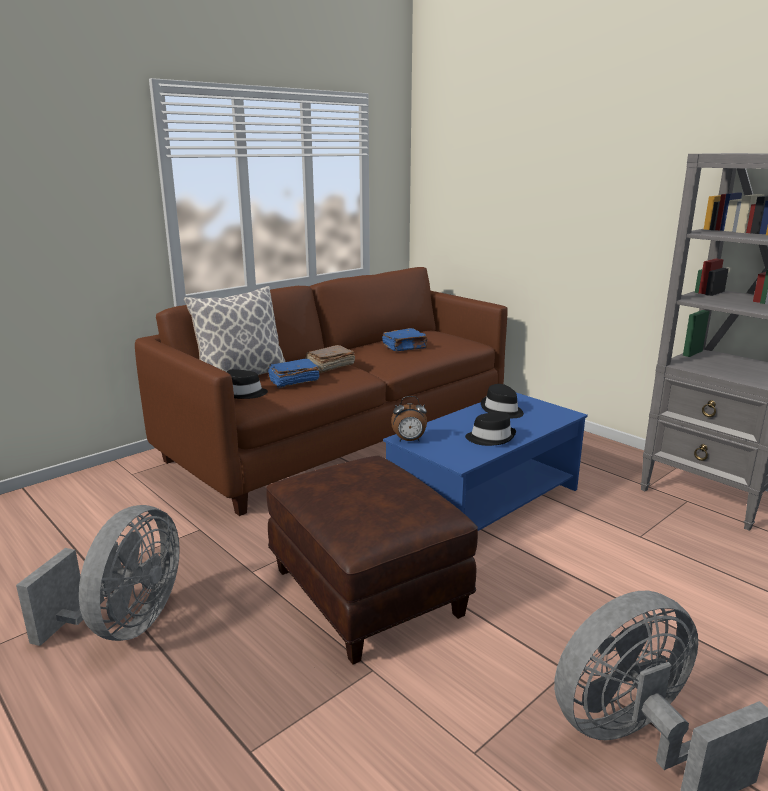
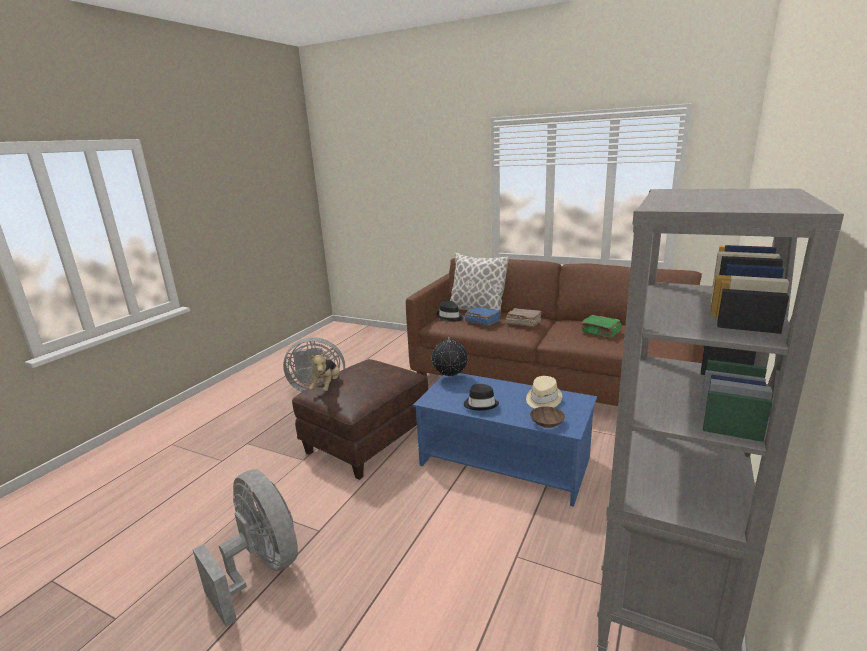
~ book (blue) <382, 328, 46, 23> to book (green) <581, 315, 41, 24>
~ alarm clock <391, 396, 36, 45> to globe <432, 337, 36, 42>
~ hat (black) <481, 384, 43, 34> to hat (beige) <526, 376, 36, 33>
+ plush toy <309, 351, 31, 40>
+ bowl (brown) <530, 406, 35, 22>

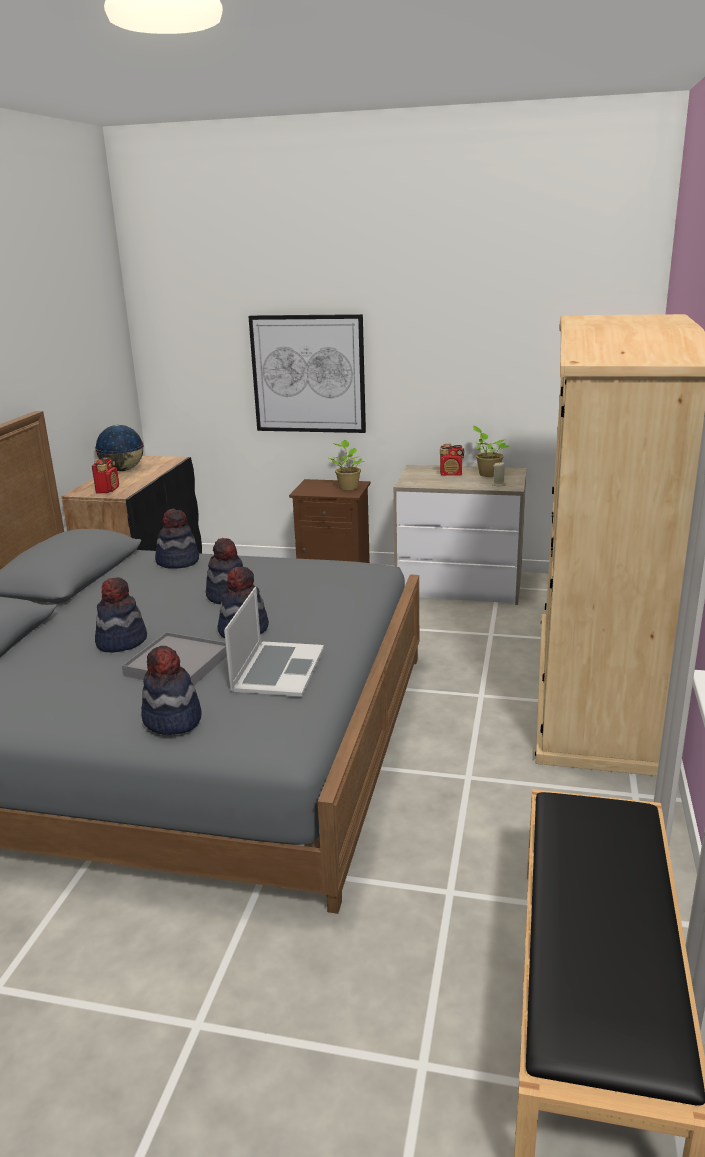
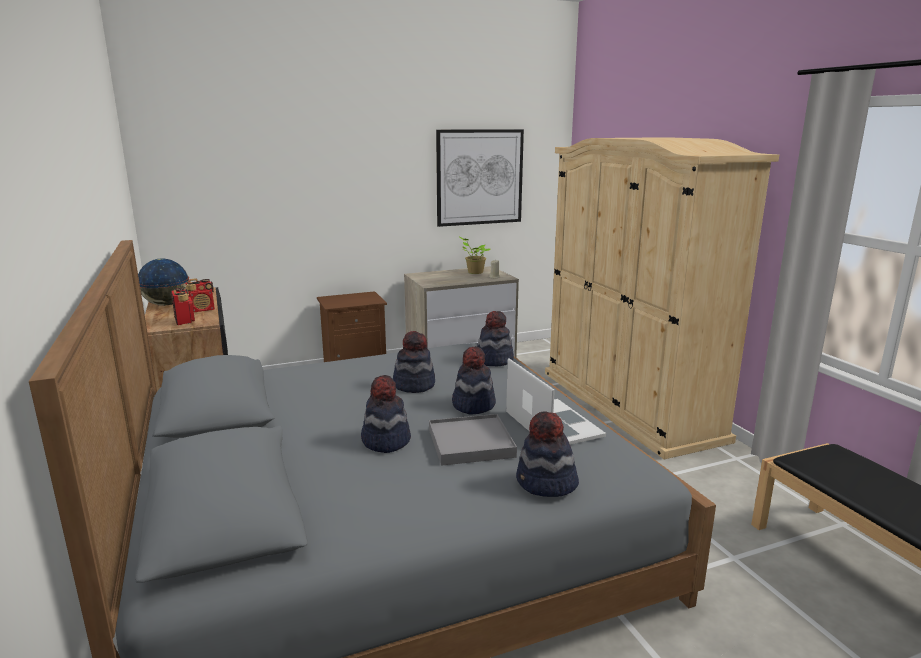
~ hat <155, 509, 44, 60> to <477, 311, 37, 56>
~ picture <248, 314, 118, 119> to <436, 129, 88, 98>
- potted plant <329, 440, 36, 50>
~ radio <440, 443, 24, 33> to <185, 278, 30, 34>

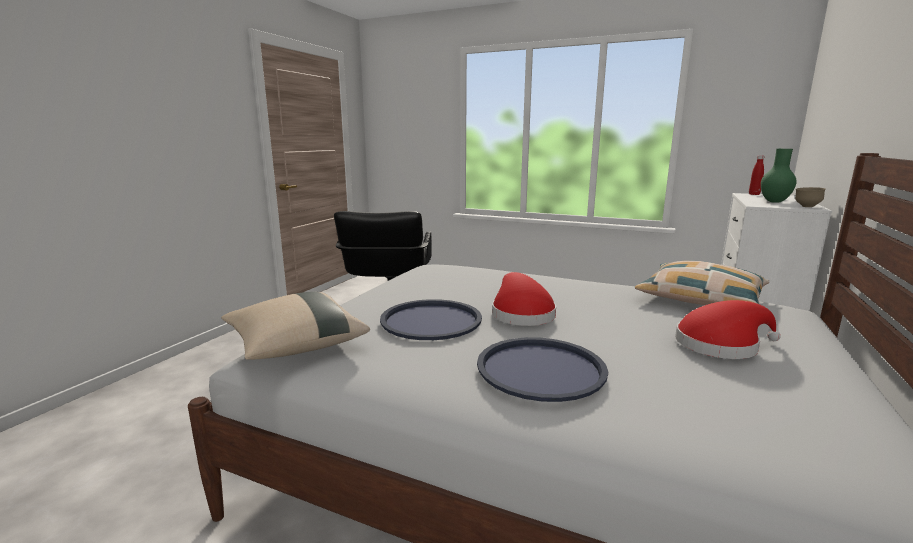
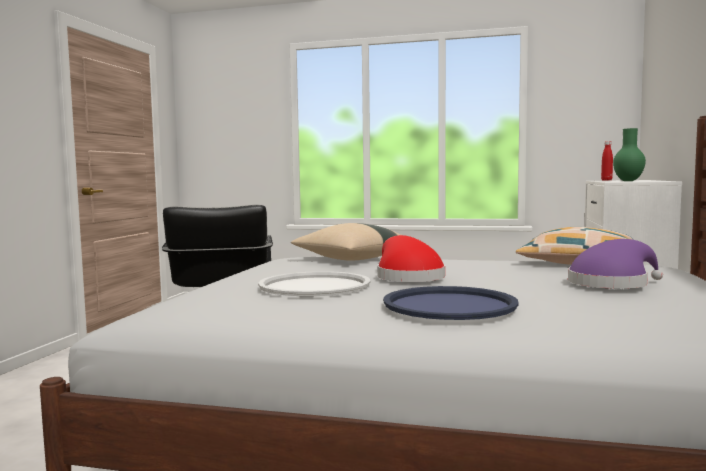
~ pillow (beige) <221, 292, 149, 68> to <291, 223, 110, 38>
~ tray (blue) <380, 299, 102, 41> to tray (white) <258, 271, 112, 25>
~ hat (red) <675, 300, 106, 59> to hat (purple) <568, 239, 95, 50>
- bowl (brown) <795, 187, 31, 20>

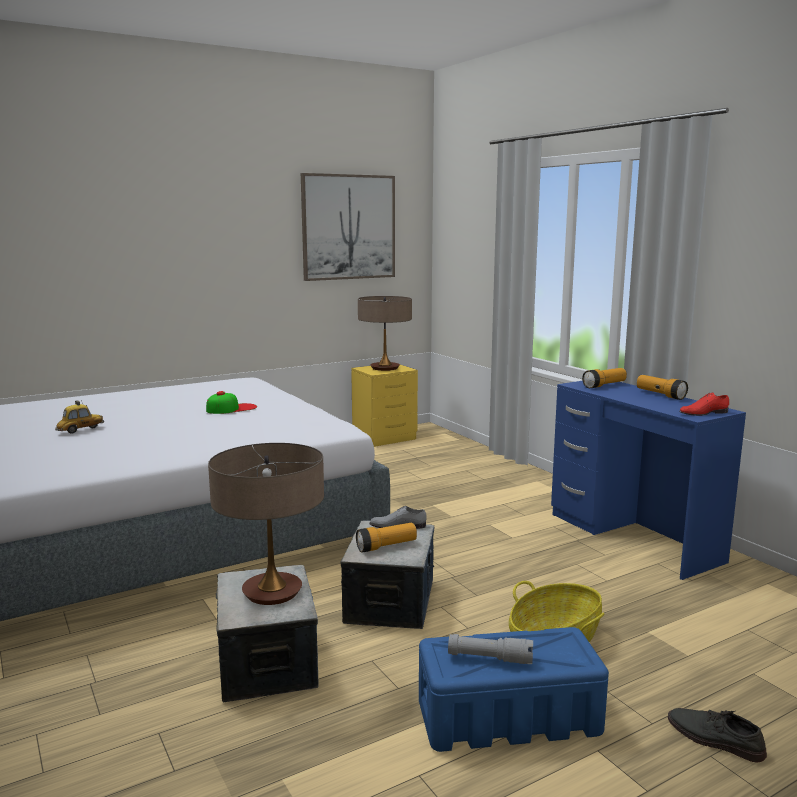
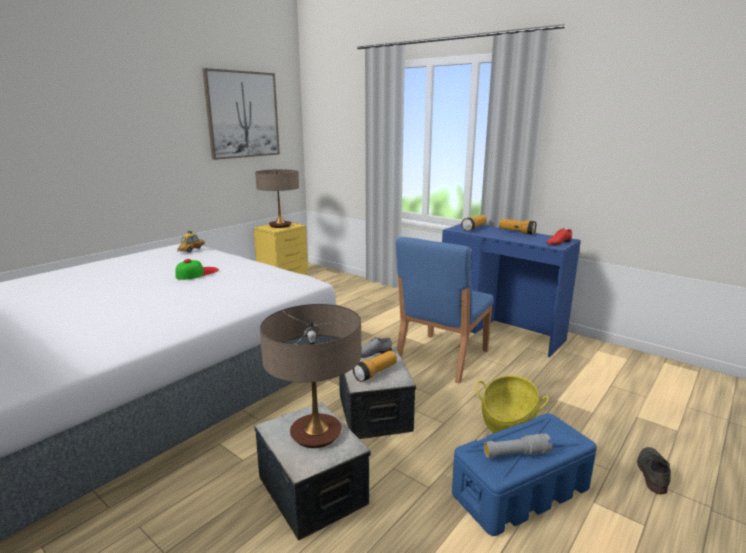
~ toy car <55, 400, 49, 34> to <177, 231, 28, 22>
~ shoe (grey) <668, 708, 99, 55> = <637, 447, 34, 48> 90 degrees clockwise
+ chair (blue) <396, 237, 97, 146>

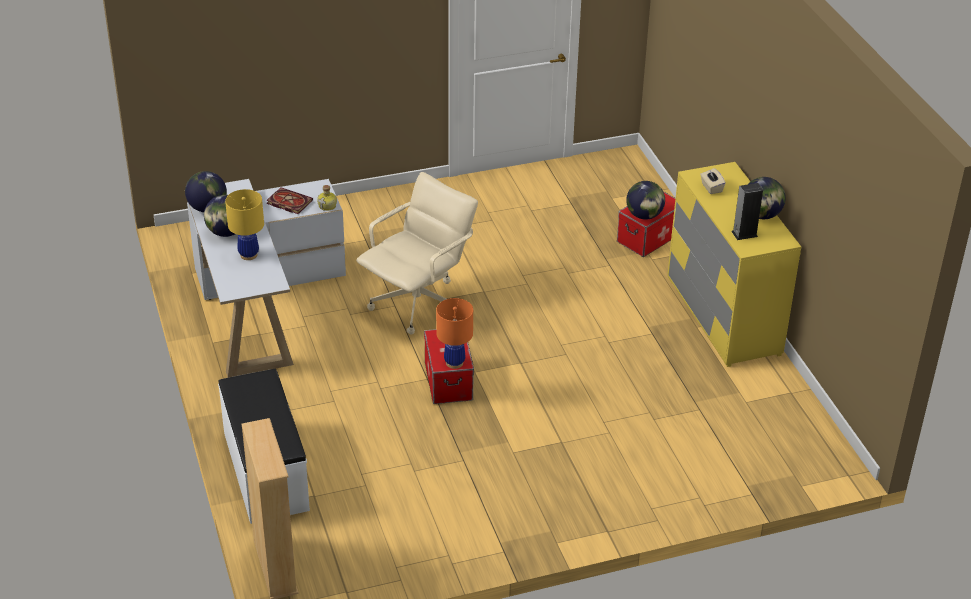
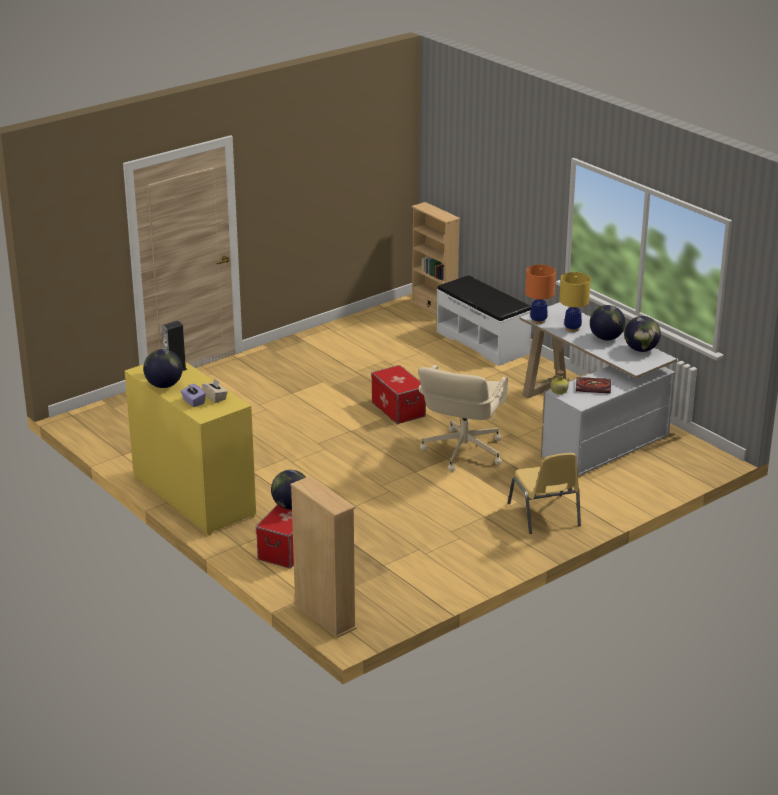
~ table lamp (orange) <436, 298, 37, 71> to <525, 265, 31, 59>
+ tissue box (purple) <181, 384, 25, 23>
+ bookcase (beige) <290, 476, 67, 162>
+ chair (yellow) <508, 453, 73, 81>

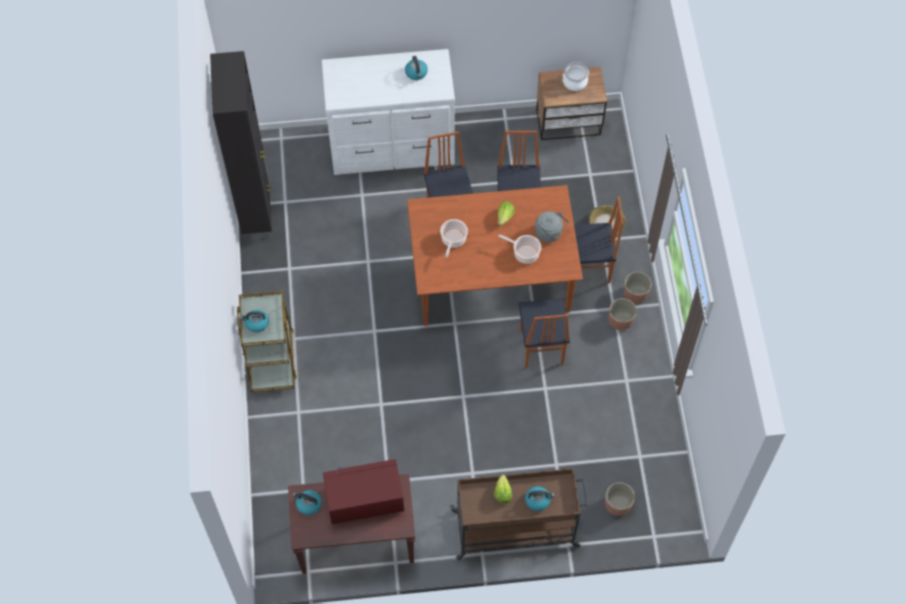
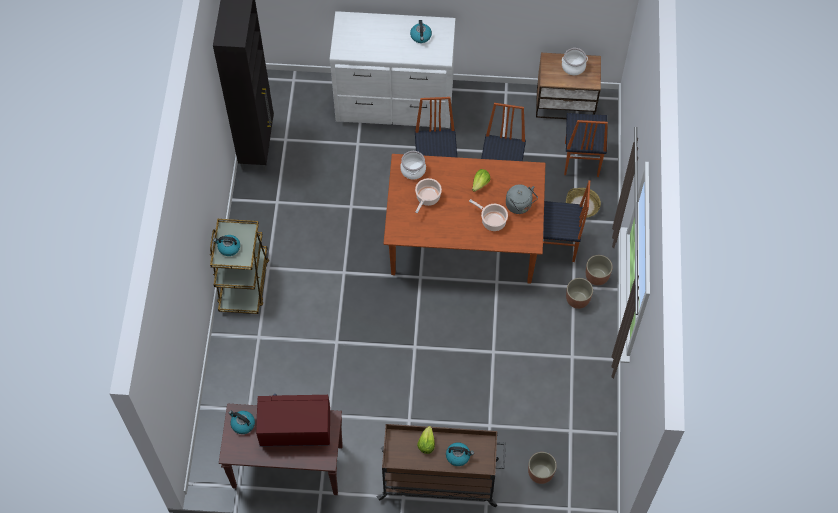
~ chair <519, 298, 51, 70> to <564, 113, 44, 64>
+ cooking pot <400, 151, 26, 29>

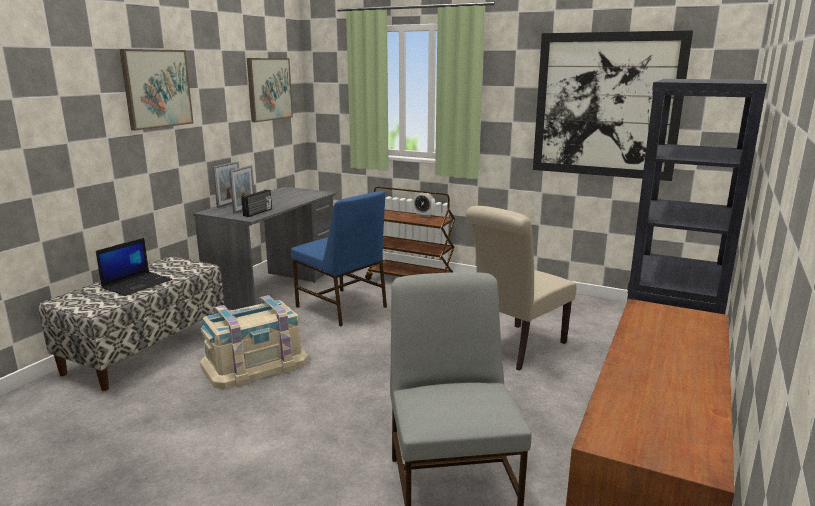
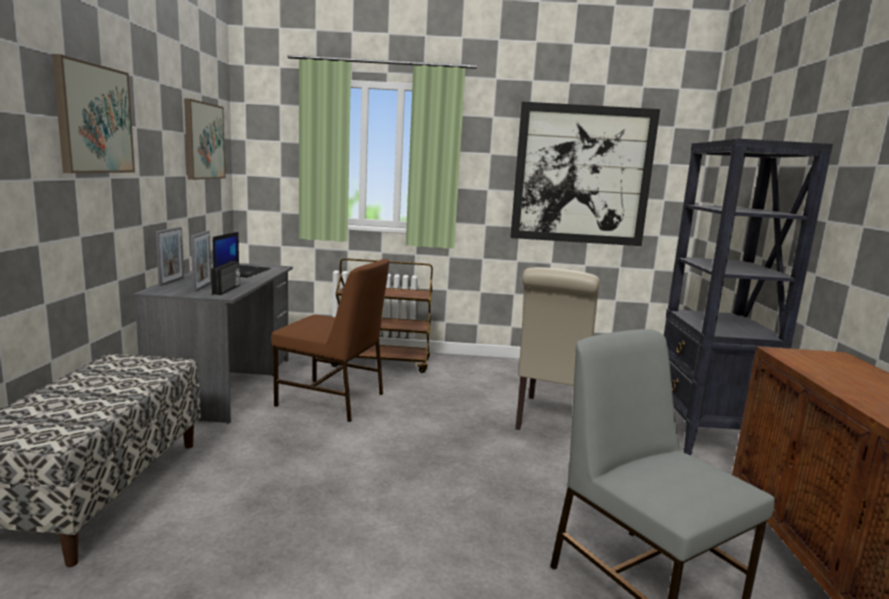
~ laptop <96, 238, 76, 58> to <213, 232, 58, 46>
- storage box (beige) <200, 295, 108, 94>
~ chair (blue) <291, 191, 96, 135> to chair (brown) <271, 259, 119, 163>
- alarm clock <413, 193, 22, 24>

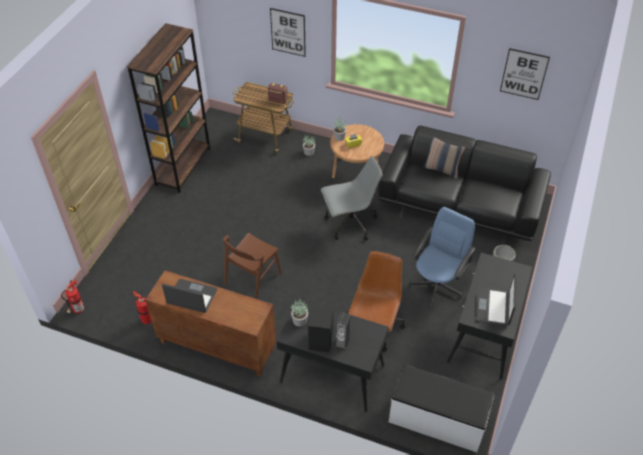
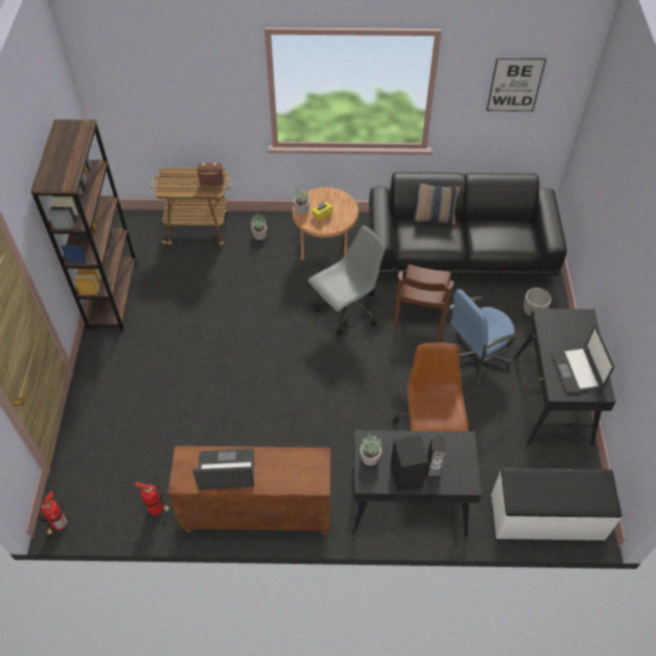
~ chair (brown) <223, 233, 59, 66> to <394, 264, 60, 75>
- picture <270, 8, 36, 49>
~ office chair (blue) <408, 207, 67, 100> = <448, 289, 70, 95> 135 degrees counterclockwise

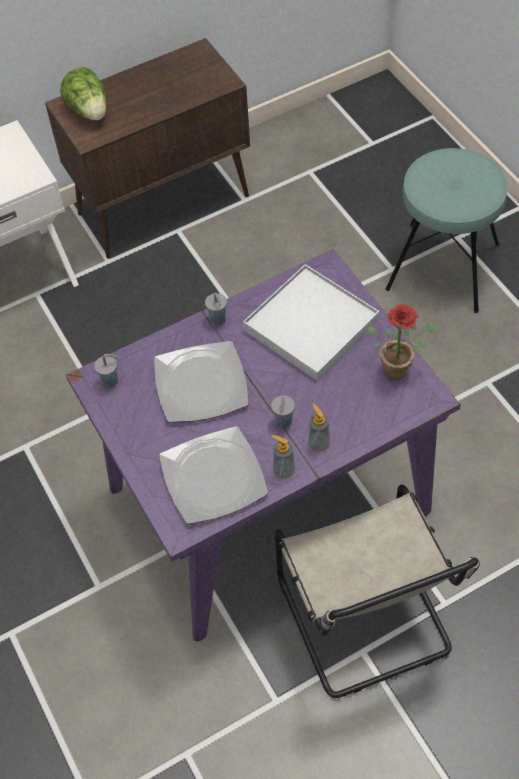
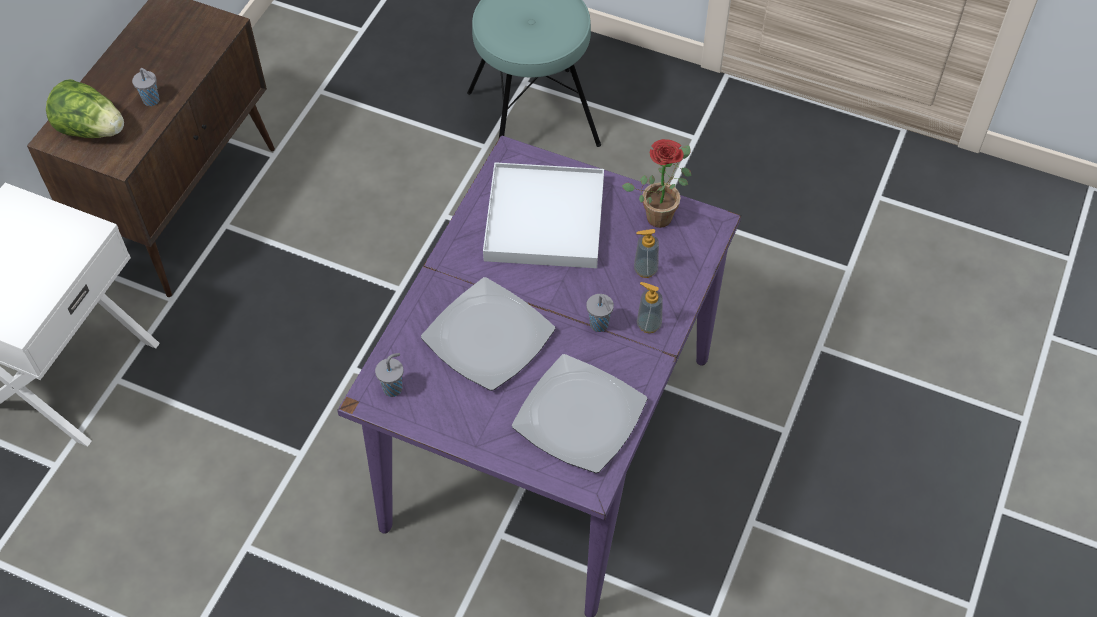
~ cup (grey) <205, 292, 22, 33> to <132, 68, 27, 38>
~ soap dispenser <272, 435, 23, 43> to <634, 229, 25, 49>
- chair (beige) <275, 485, 205, 213>

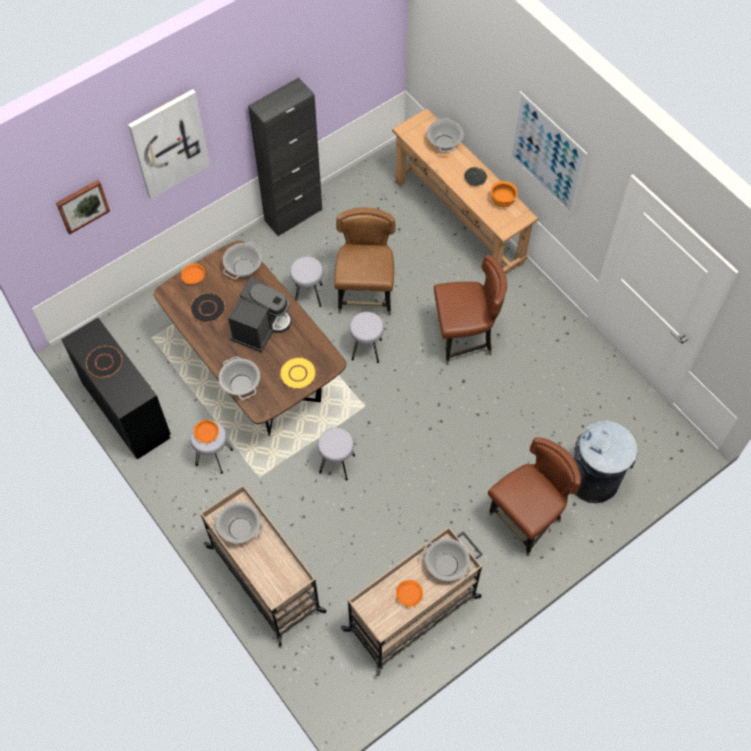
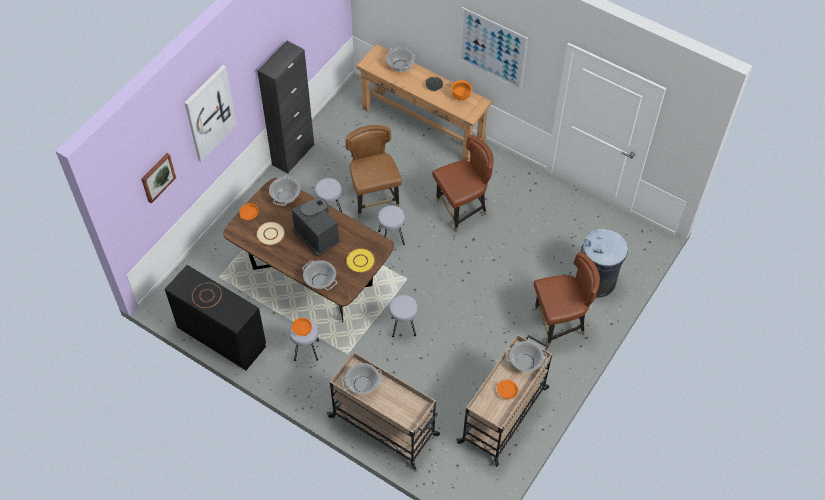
~ plate (black) <190, 293, 35, 30> to plate (beige) <256, 222, 29, 23>
~ coffee machine <228, 277, 64, 75> = <292, 198, 49, 59> 45 degrees counterclockwise
~ chair (brown) <488, 437, 93, 119> = <534, 252, 66, 95> 45 degrees clockwise

